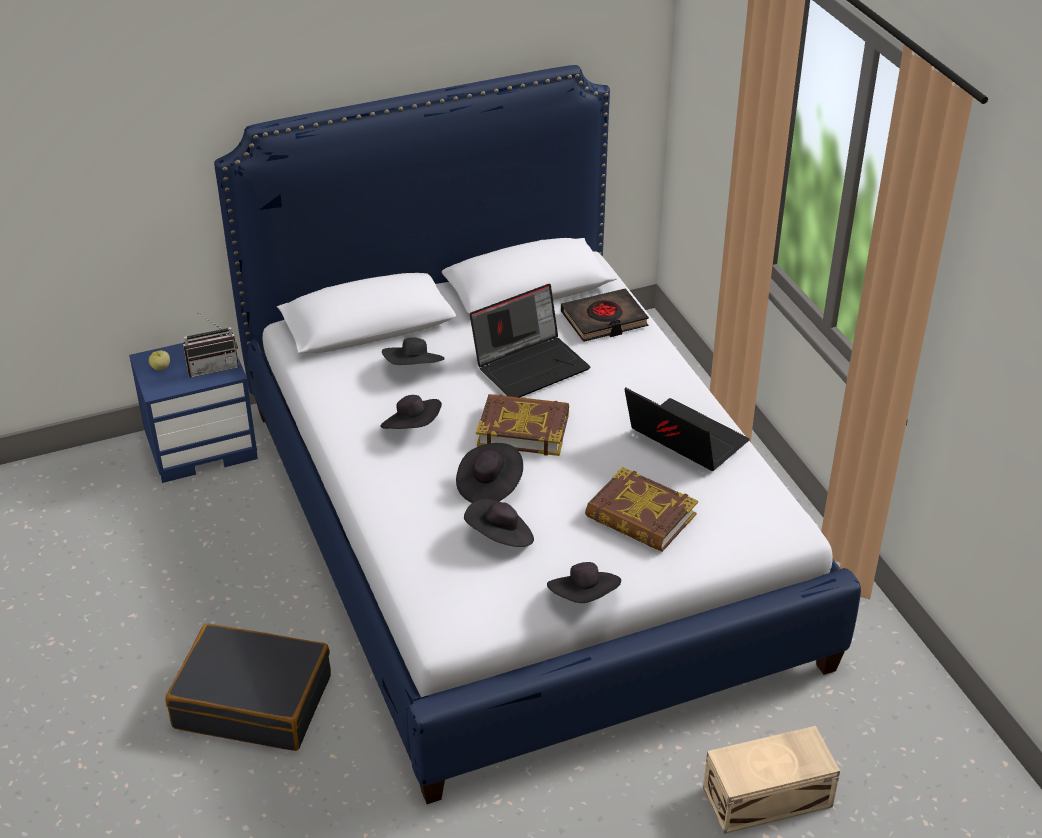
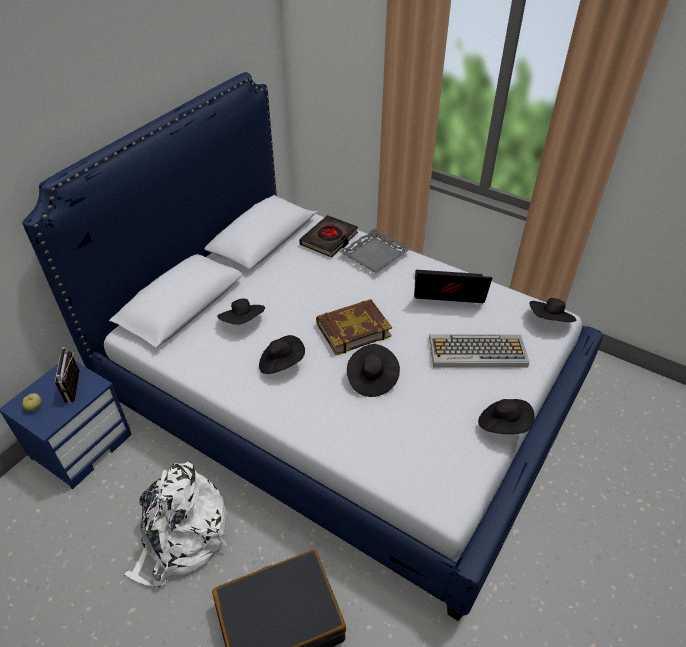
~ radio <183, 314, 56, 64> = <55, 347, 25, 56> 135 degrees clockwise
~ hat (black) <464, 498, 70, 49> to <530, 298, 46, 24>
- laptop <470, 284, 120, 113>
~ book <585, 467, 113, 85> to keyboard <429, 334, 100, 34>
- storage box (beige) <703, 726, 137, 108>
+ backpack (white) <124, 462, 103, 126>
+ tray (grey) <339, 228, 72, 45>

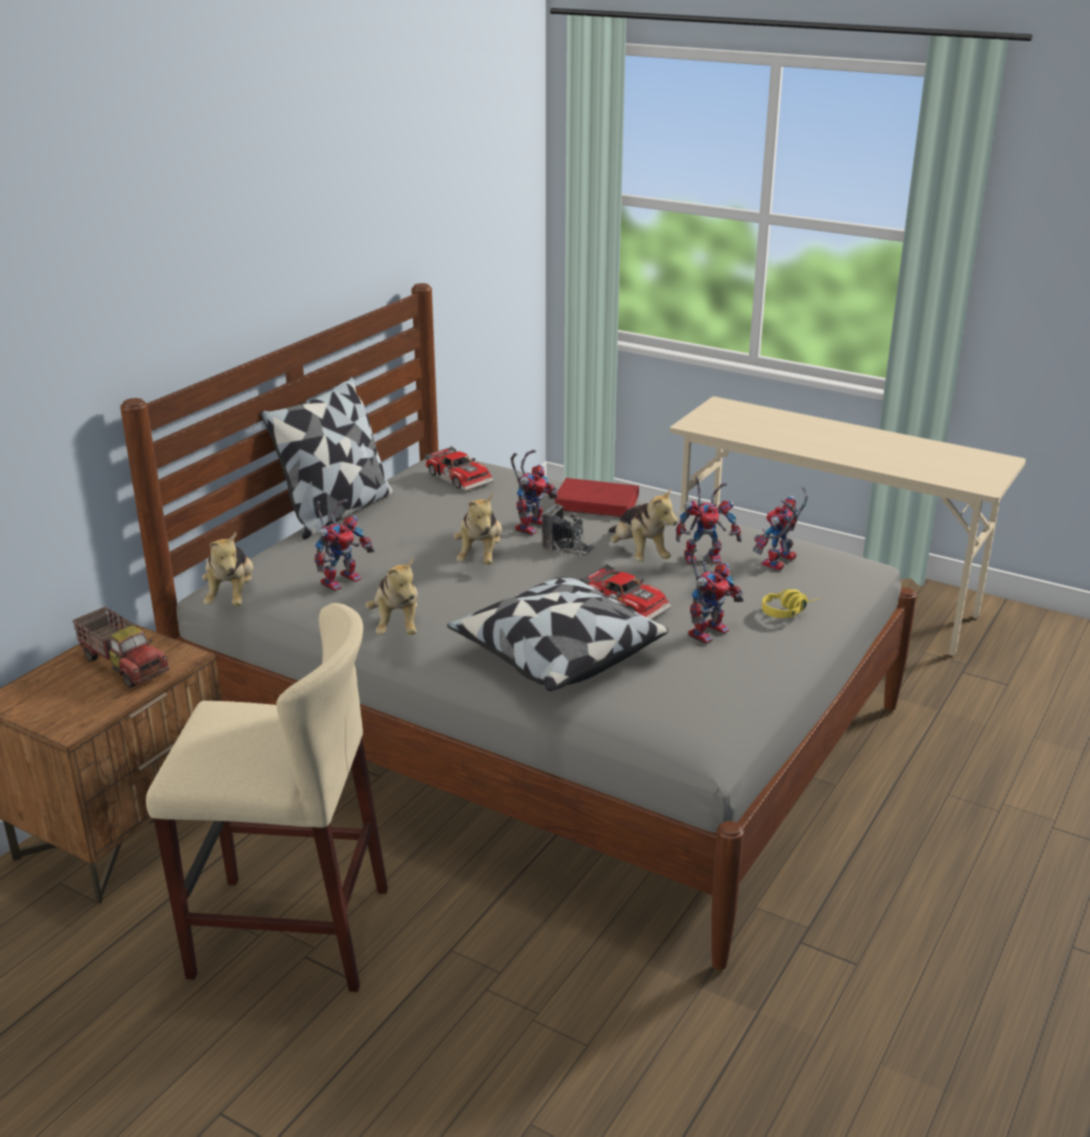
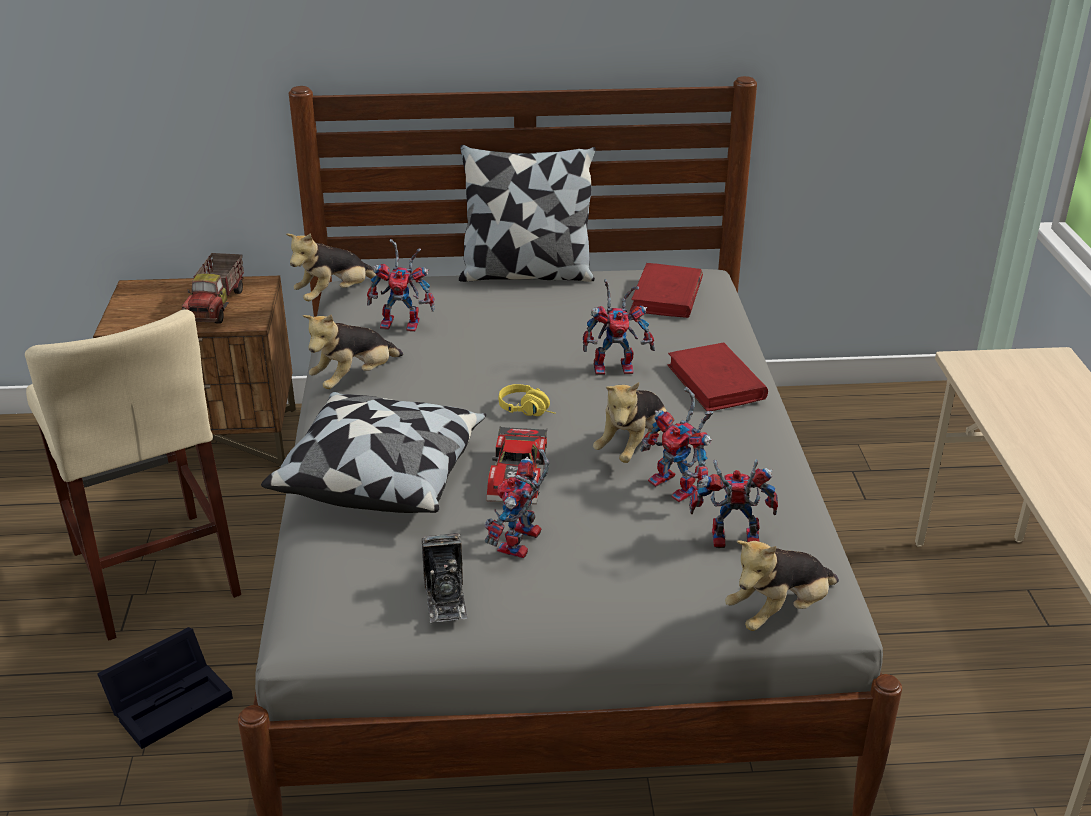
~ toy car <424, 446, 70, 45> to book (red) <630, 263, 73, 55>
~ plush toy <454, 494, 48, 71> to <725, 540, 114, 91>
~ photo camera <542, 503, 53, 54> to <422, 533, 45, 90>
~ toy robot <688, 545, 56, 99> = <485, 449, 64, 109> 105 degrees clockwise
~ headphones (yellow) <762, 589, 57, 29> to <499, 384, 57, 32>
+ storage box (black) <97, 627, 136, 122>

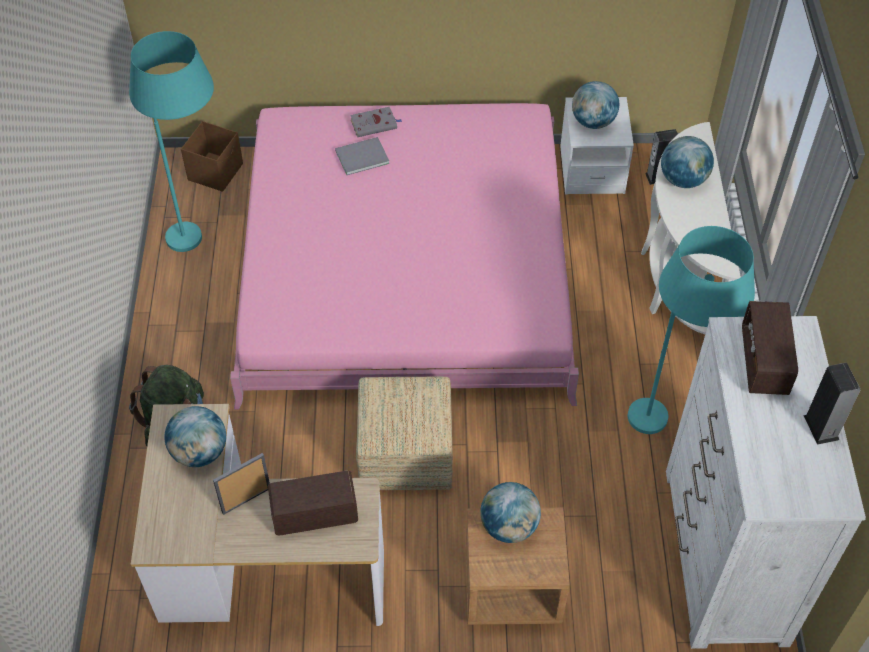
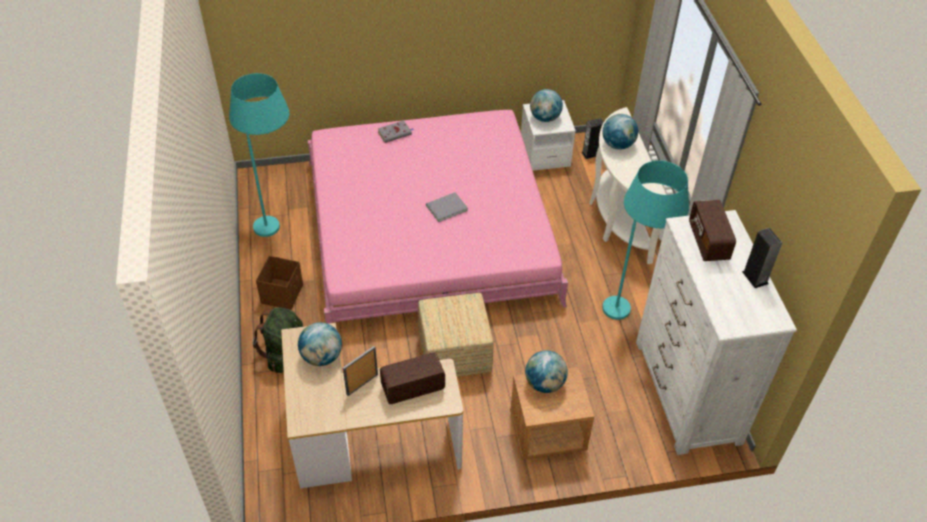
~ storage box (brown) <181, 121, 62, 71> to <256, 256, 47, 54>
~ book (grey) <335, 137, 54, 38> to <426, 192, 42, 30>

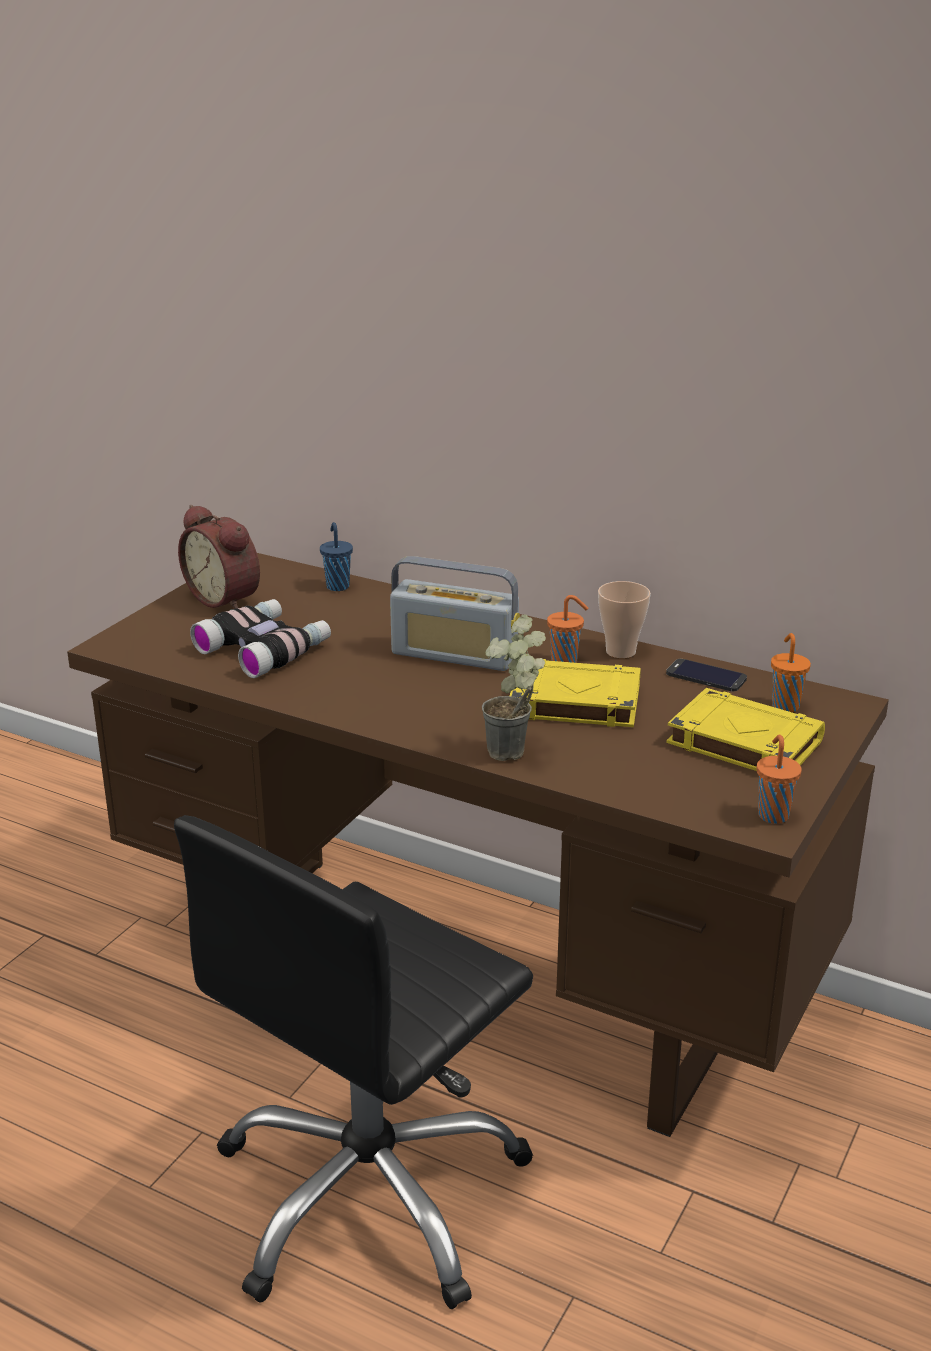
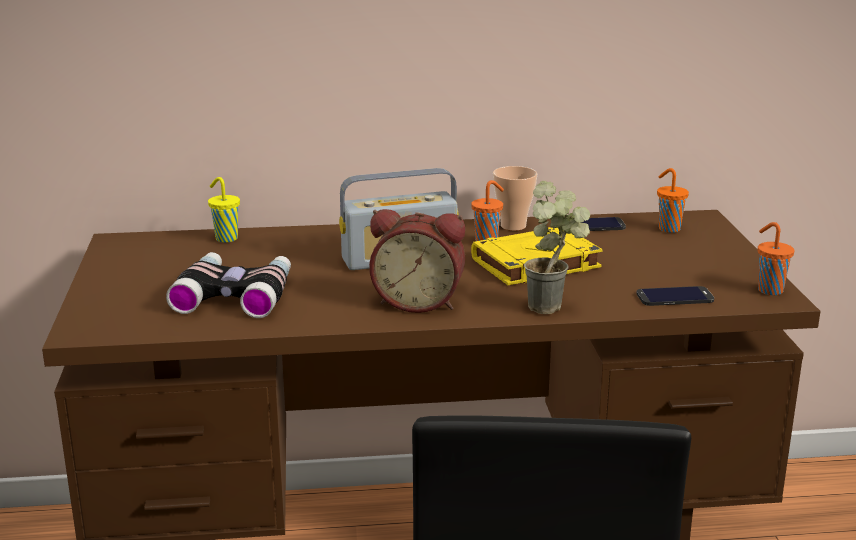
~ alarm clock <178, 505, 82, 104> to <369, 209, 96, 104>
~ cup (blue) <320, 522, 33, 69> to cup (yellow) <208, 177, 32, 66>
- book (yellow) <666, 688, 159, 83>
+ phone <636, 286, 78, 20>

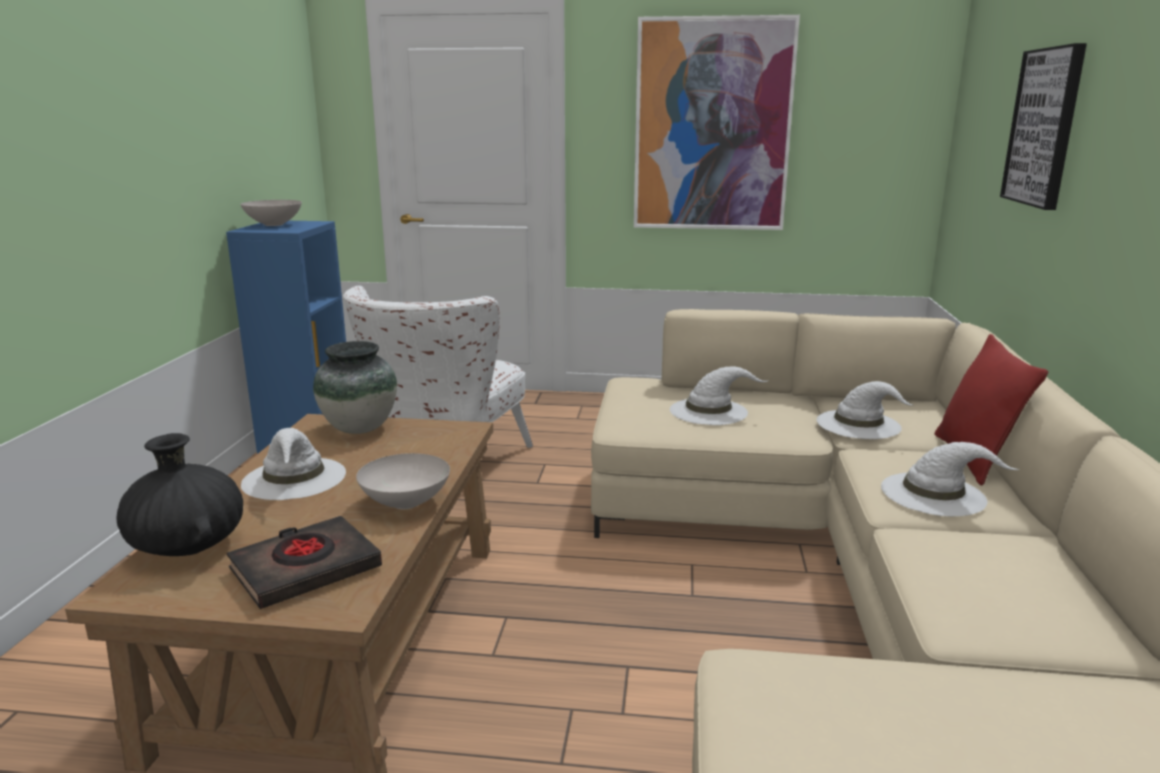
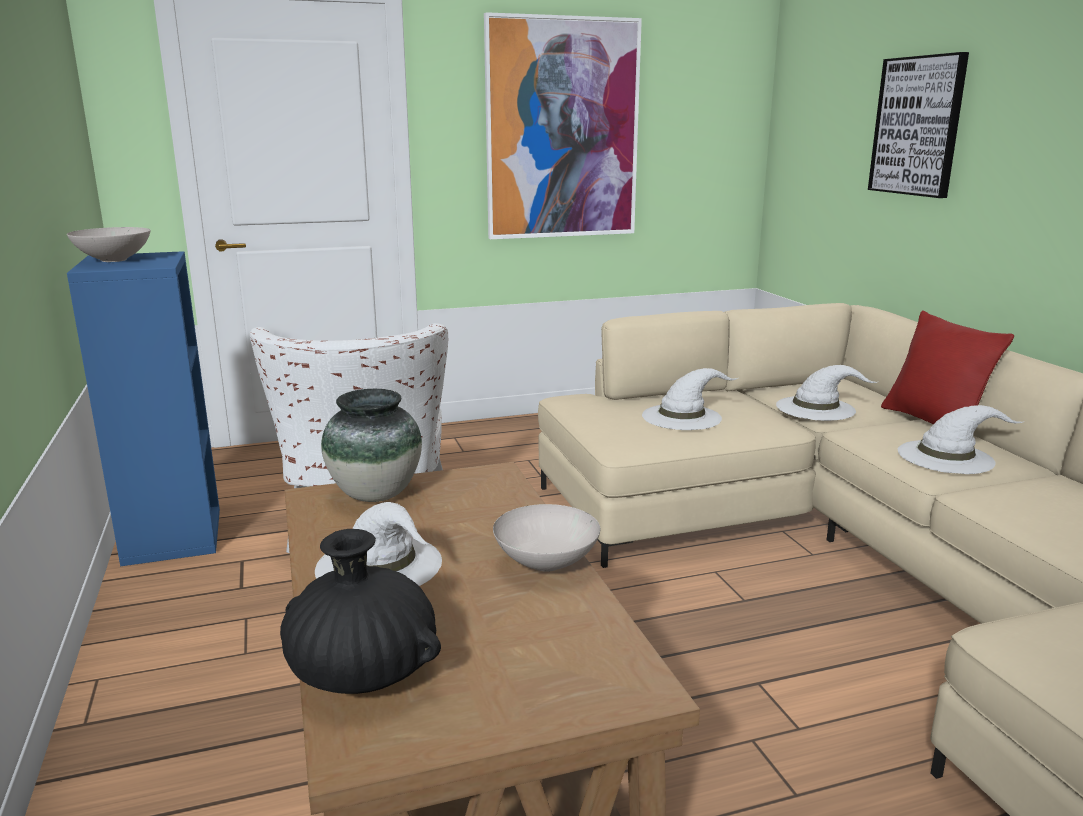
- book (black) <227, 516, 155, 93>

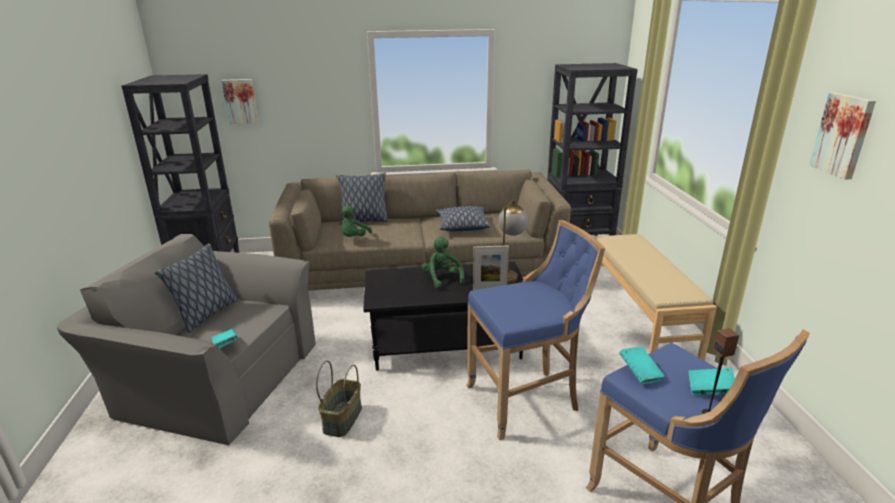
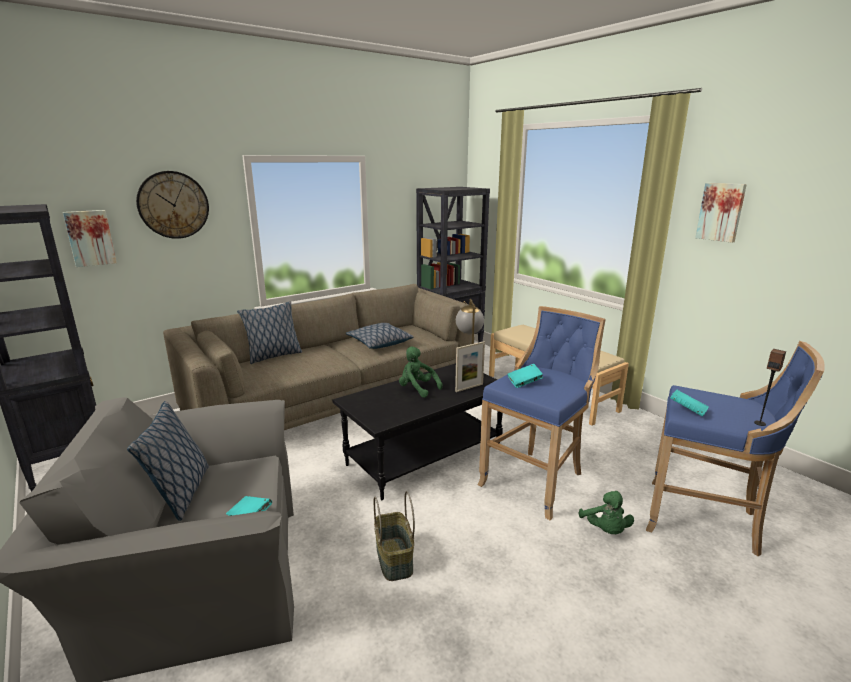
~ plush toy (green) <341, 206, 31, 31> to <579, 491, 55, 43>
~ book (turquoise) <688, 368, 47, 27> to <508, 364, 35, 24>
+ wall clock <136, 171, 73, 68>

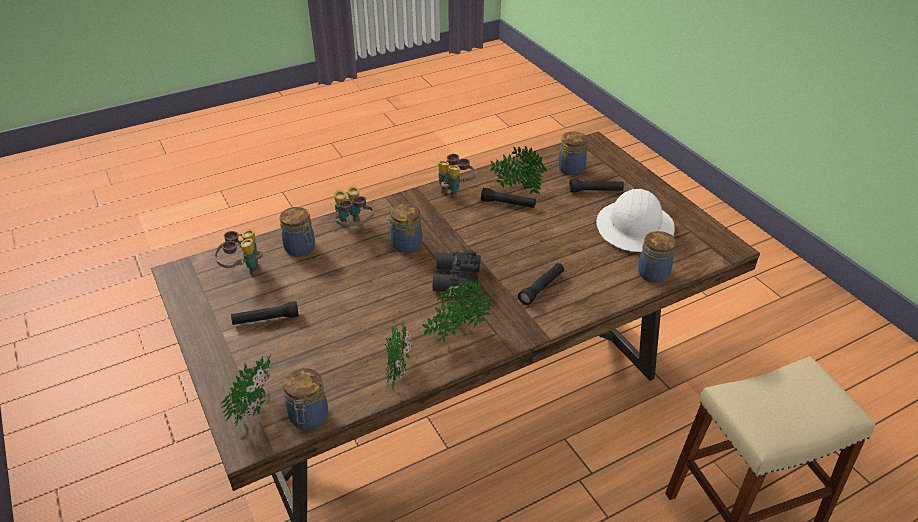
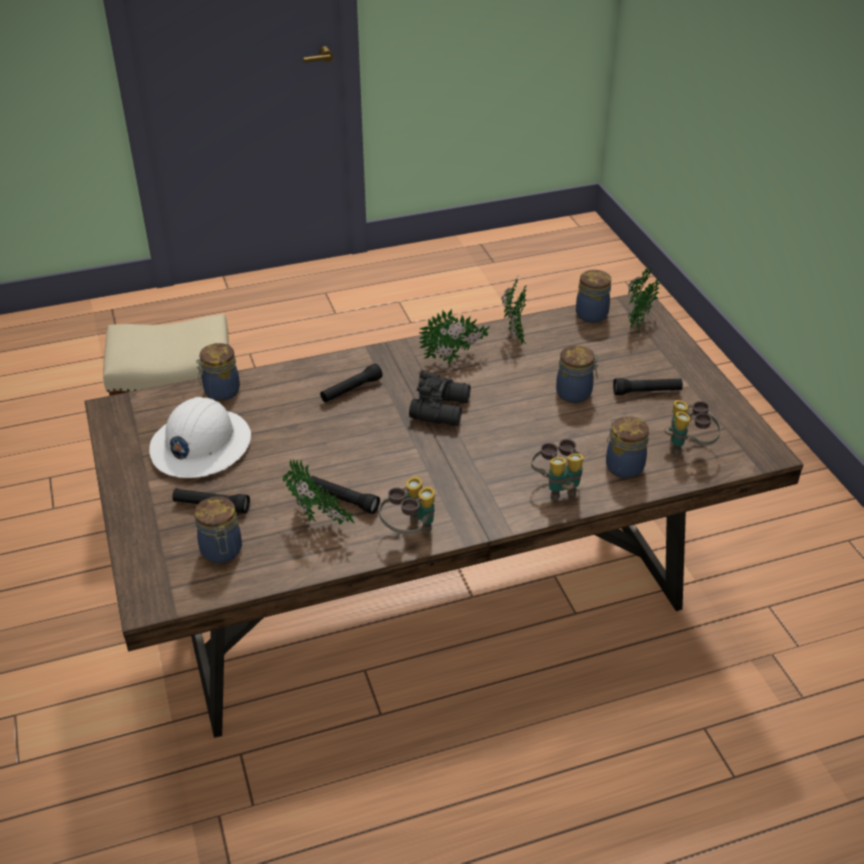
~ jar <387, 204, 35, 49> to <556, 345, 43, 58>

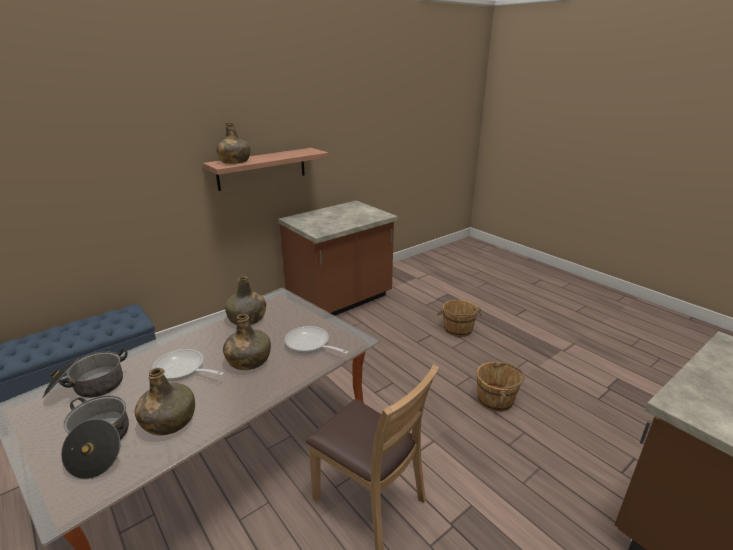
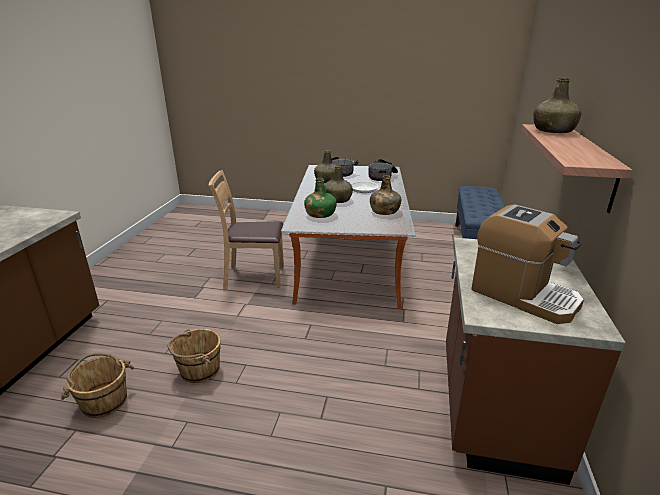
~ frying pan <285, 326, 64, 28> to bottle (green) <304, 178, 33, 40>
~ bucket (brown) <437, 300, 45, 37> to <61, 353, 73, 65>
+ coffee machine <471, 204, 113, 120>

